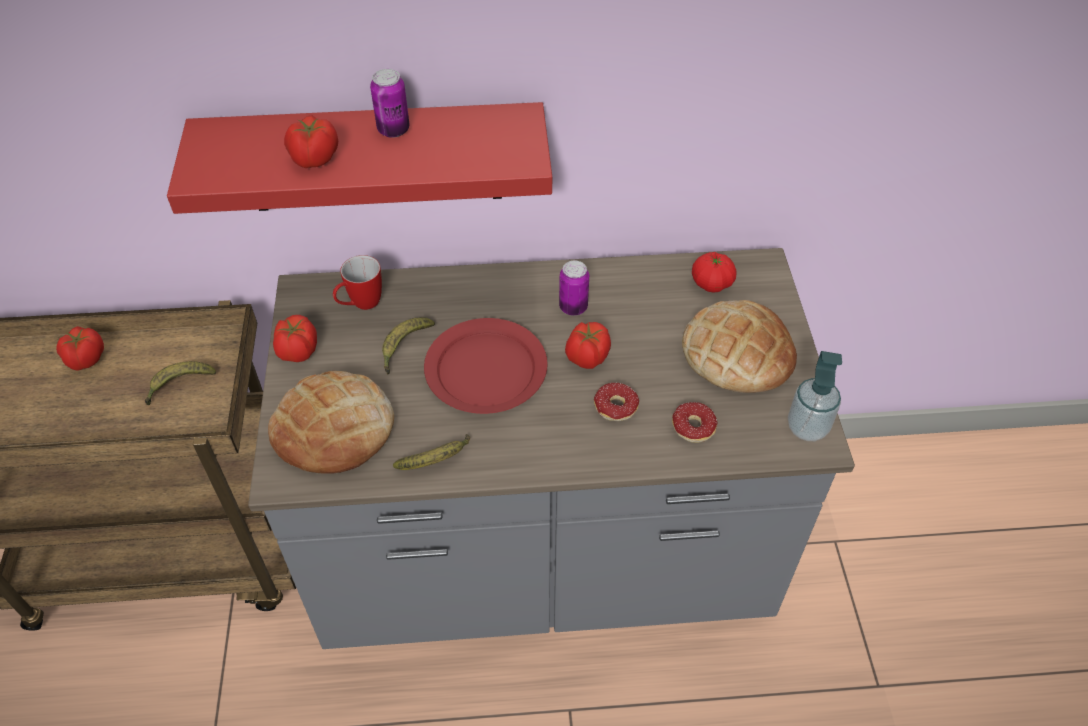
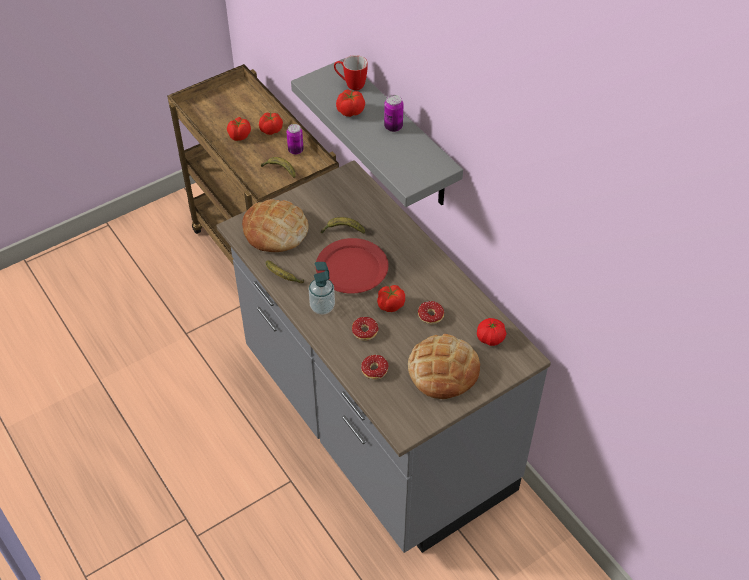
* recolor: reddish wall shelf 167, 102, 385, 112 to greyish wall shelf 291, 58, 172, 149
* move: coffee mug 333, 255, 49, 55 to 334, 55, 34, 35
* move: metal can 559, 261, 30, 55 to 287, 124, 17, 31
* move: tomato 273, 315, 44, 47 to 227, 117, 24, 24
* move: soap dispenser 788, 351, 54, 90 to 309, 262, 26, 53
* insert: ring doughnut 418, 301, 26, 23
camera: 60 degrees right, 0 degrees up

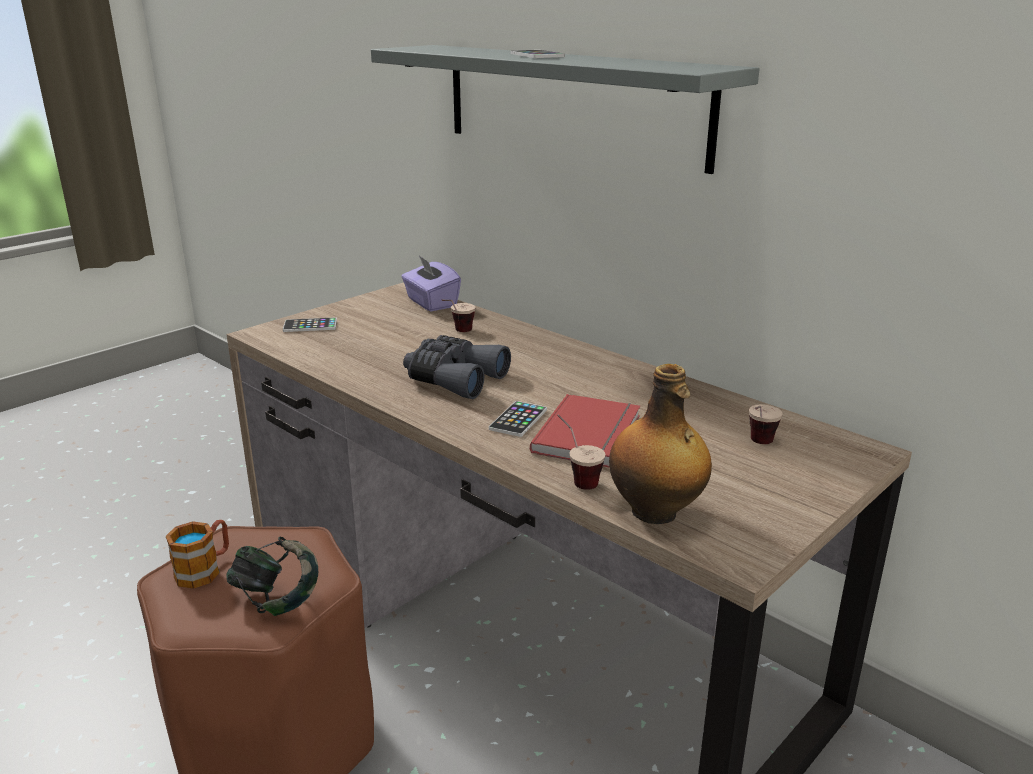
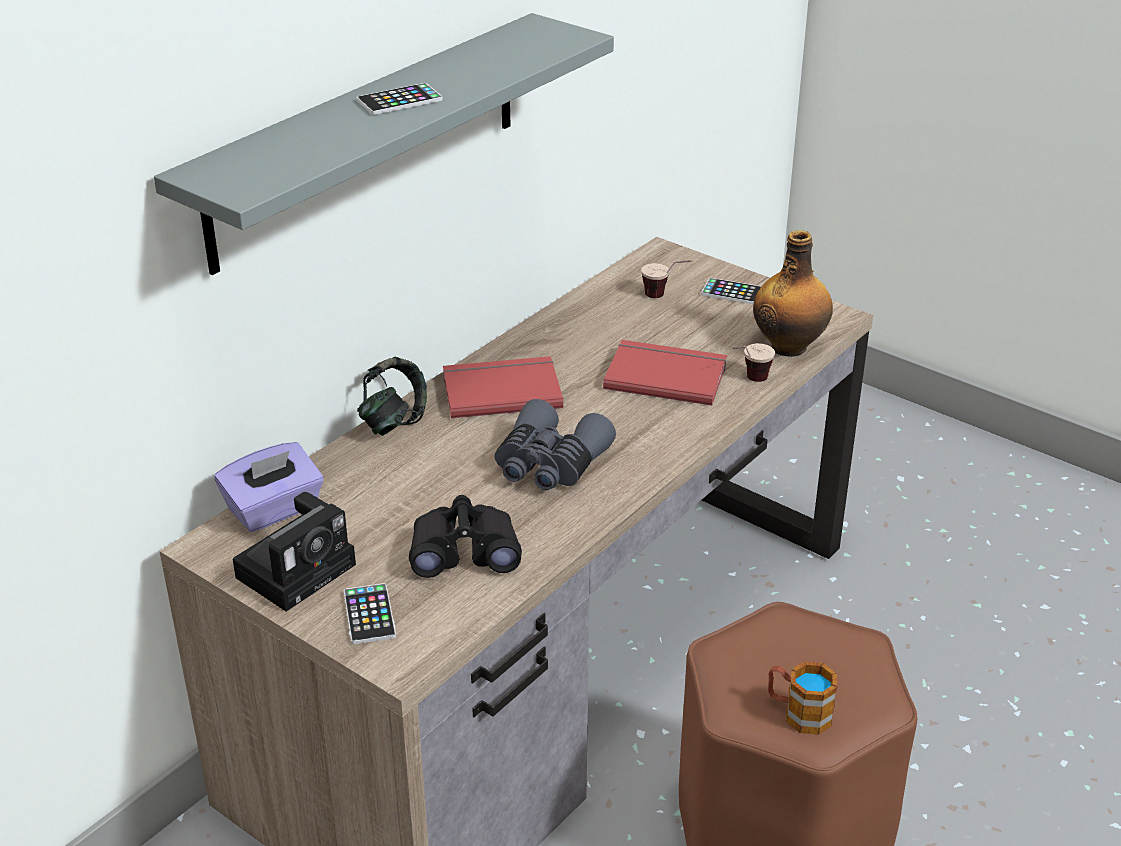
* delete: cup 441, 300, 35, 32
* move: telephone 489, 401, 58, 36 to 701, 278, 60, 26
* move: headphones 226, 537, 92, 79 to 357, 357, 70, 79
* insert: reddish bound book 443, 356, 120, 62
* insert: photo camera 233, 492, 123, 120
* insert: black-coloured pair of binoculars 409, 495, 113, 83
camera: 95 degrees left, 10 degrees up

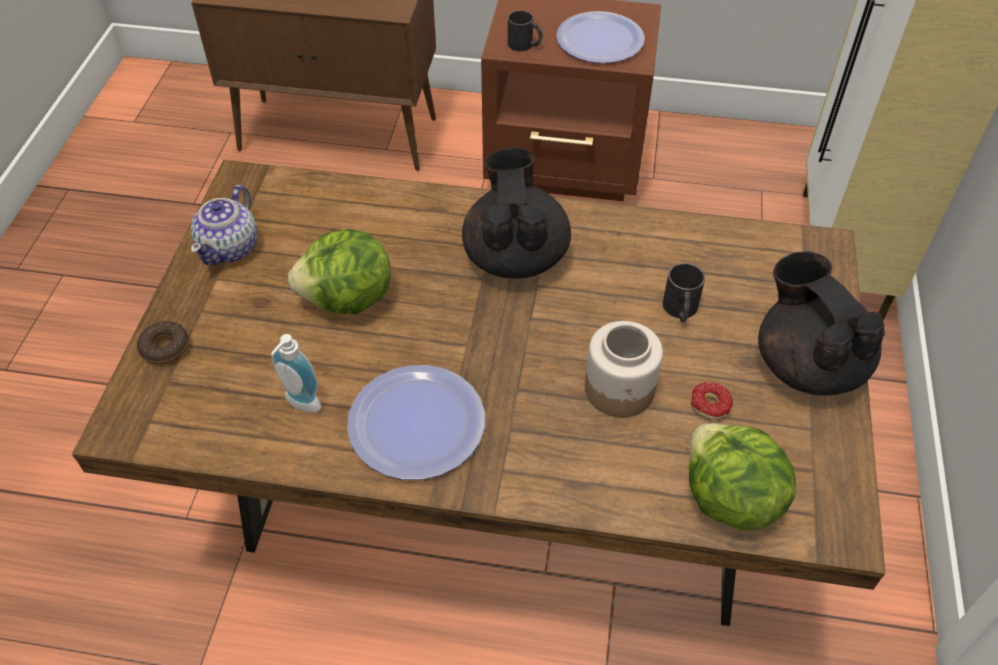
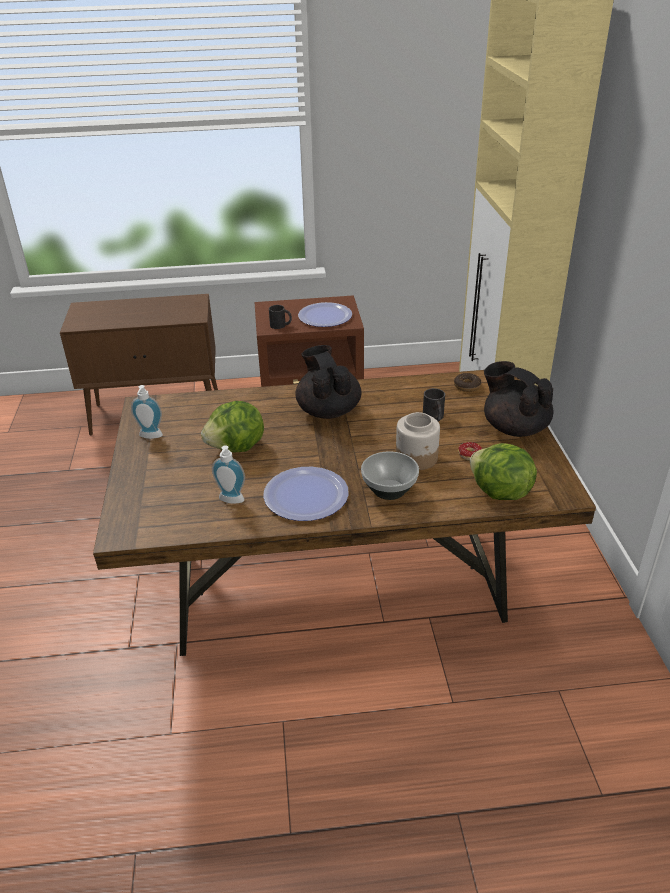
* replace: tea pot 191, 185, 66, 81 to soap dispenser 131, 385, 32, 54
* move: ring doughnut 137, 321, 52, 43 to 454, 373, 27, 19
* insert: deep dish 361, 451, 58, 49
camera: 15 degrees left, 15 degrees down

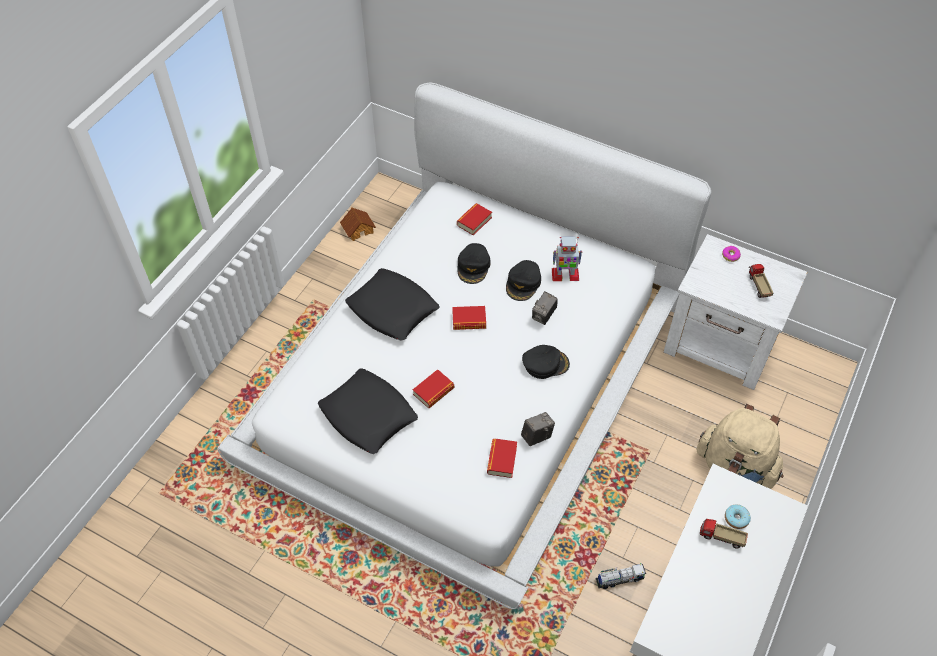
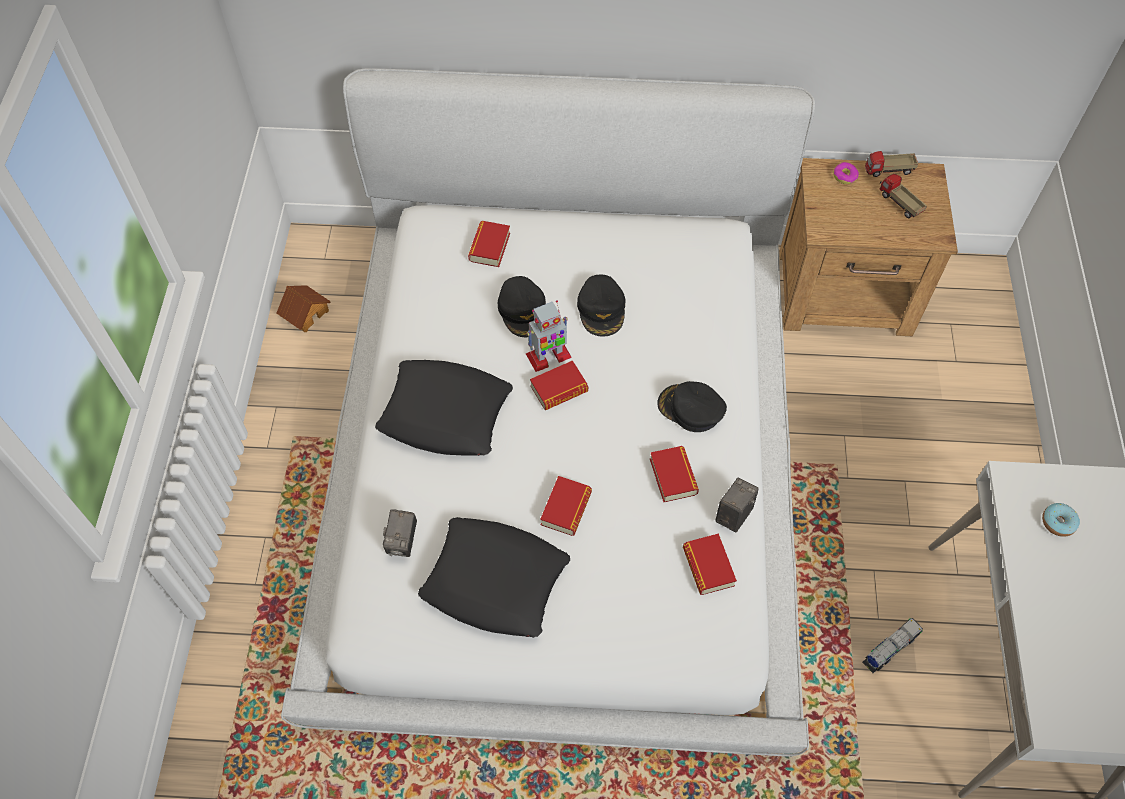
* recolor: white night table 664, 234, 144, 156 to brown-coloured night table 780, 158, 178, 178
* move: model robot 552, 237, 30, 44 to 526, 300, 46, 72
* move: photo camera 532, 291, 26, 34 to 383, 509, 34, 48
* rotate: black-coloured peaked cap 522, 345, 48, 34 = 657, 381, 70, 51 120 degrees counterclockwise
* delete: beige rucksack 697, 404, 87, 85
* move: model truck 700, 519, 48, 30 to 865, 151, 53, 26
* insert: bound book 650, 446, 49, 56
camera: 25 degrees left, 5 degrees up

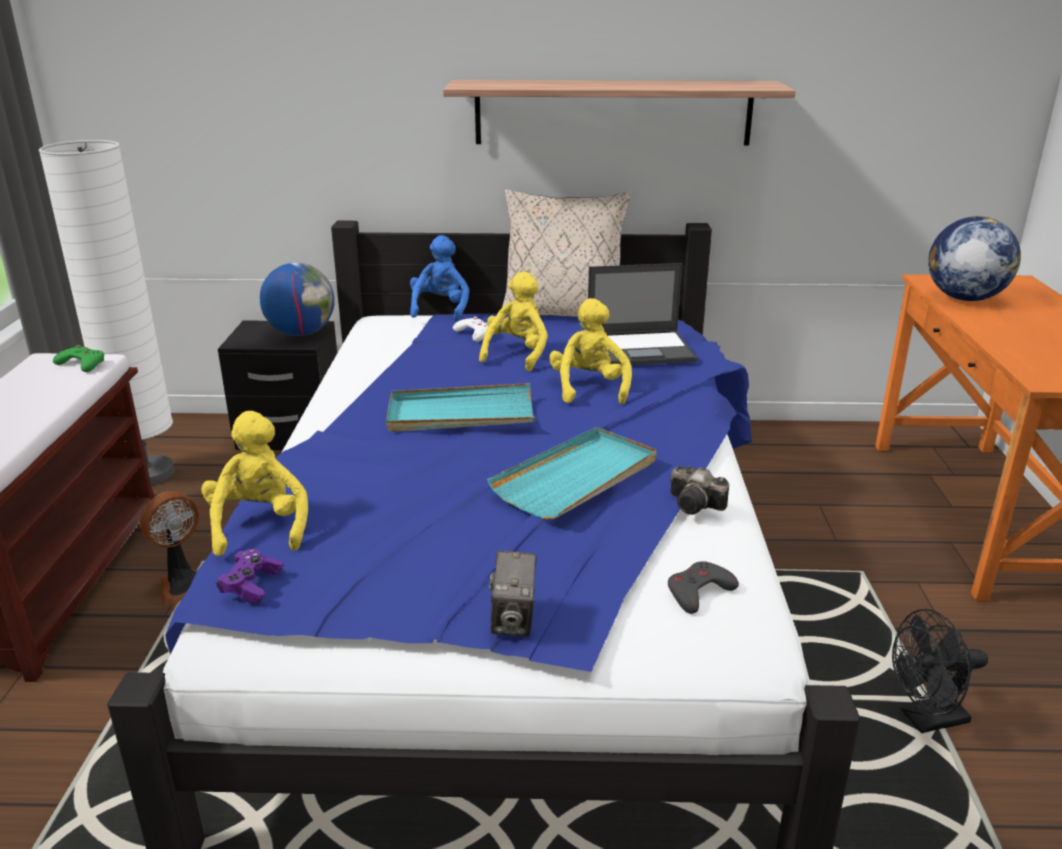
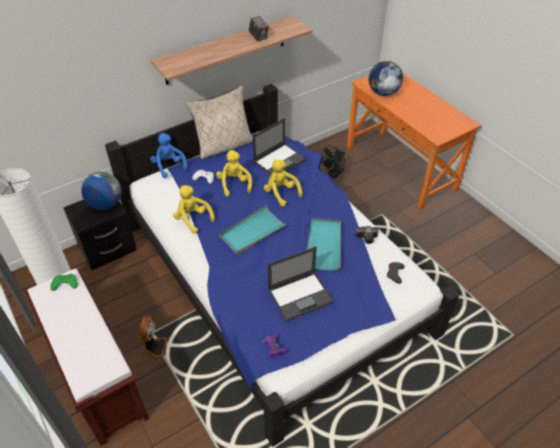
* move: yellow soft toy 201, 411, 107, 145 to 173, 185, 42, 49
* move: photo camera 489, 551, 48, 85 to 249, 16, 20, 25
* move: black-coloured cooling fan 892, 609, 96, 124 to 321, 145, 24, 34
* insert: laptop 268, 247, 66, 74
camera: 35 degrees left, 20 degrees up

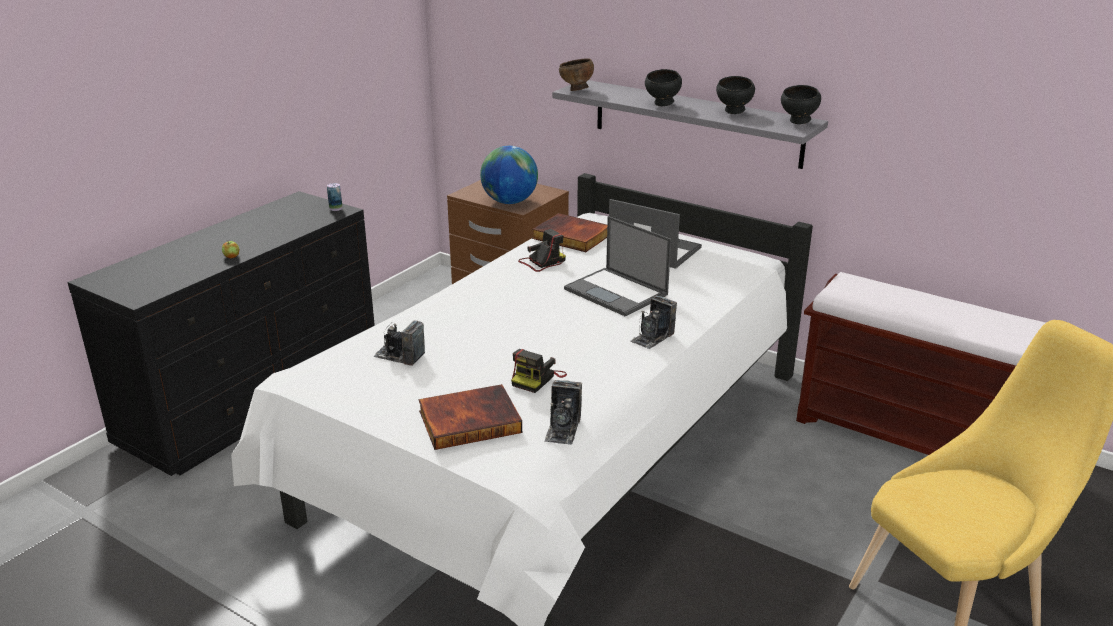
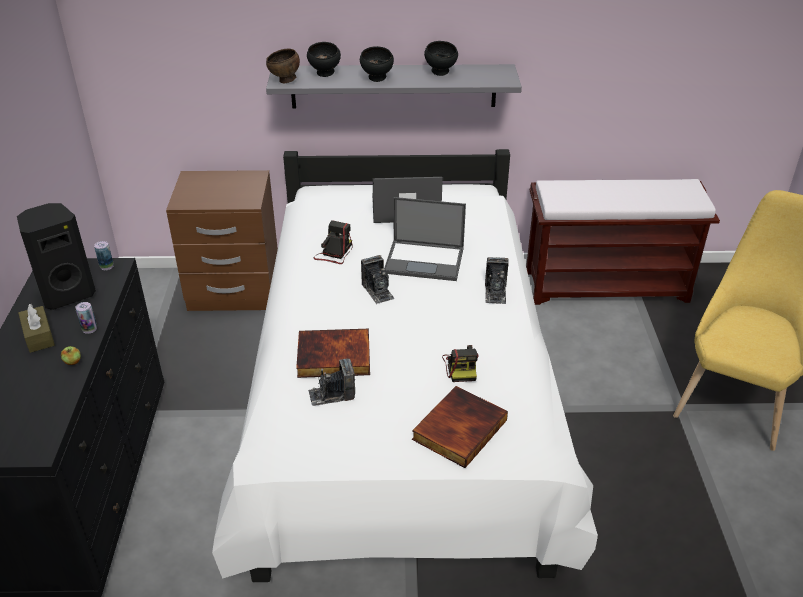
* move: black-coloured deep dish 781, 85, 40, 39 to 307, 42, 34, 35
* delete: world globe 480, 146, 58, 58
* move: bound book 532, 213, 75, 39 to 296, 329, 74, 49
* move: photo camera 544, 380, 38, 65 to 361, 255, 34, 49
* insert: black-coloured loudspeaker 17, 203, 79, 107
* insert: metal can 75, 302, 22, 32
* insert: brown-coloured tissue holder 18, 304, 37, 49
camera: 35 degrees left, 10 degrees up

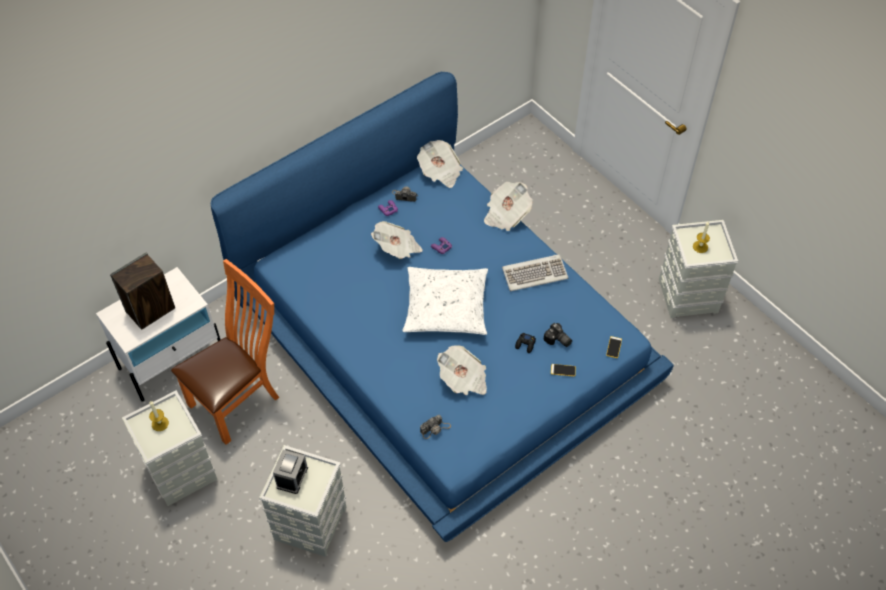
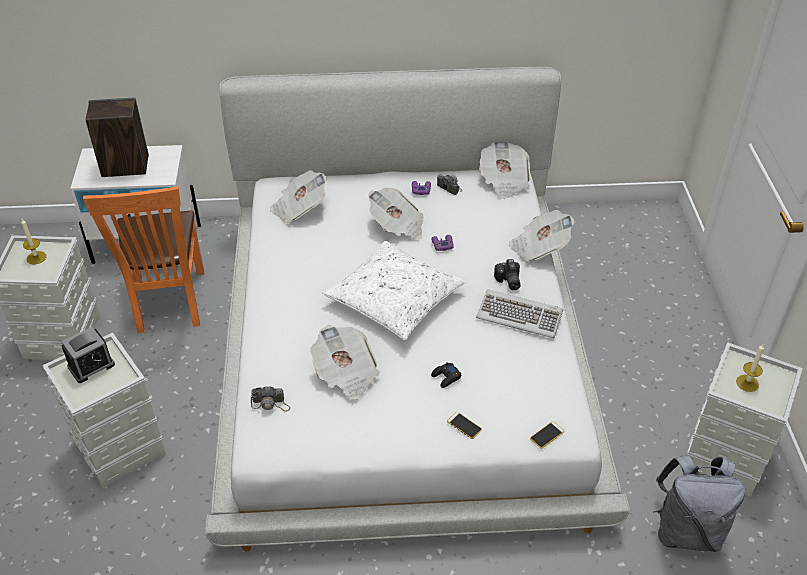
* recolor: blue sleeping bed 211, 72, 463, 470 to white sleeping bed 205, 67, 425, 485
* rotate: orange plain chair 171, 259, 108, 186 = 83, 186, 121, 147 90 degrees clockwise
* move: photo camera 543, 322, 29, 25 to 494, 259, 27, 31
* insert: printed paper 270, 170, 57, 53
* insert: greyish rucksack 653, 455, 92, 97
camera: 35 degrees right, 10 degrees down

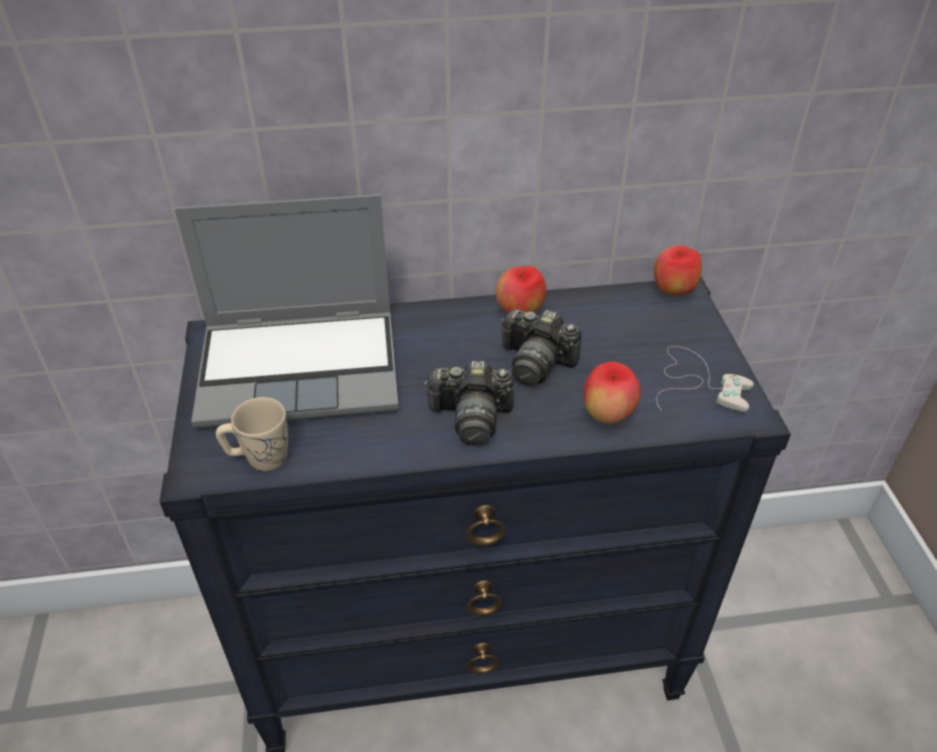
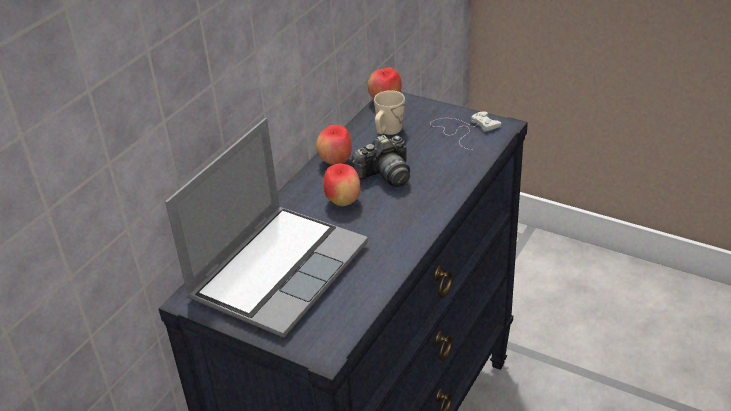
* delete: photo camera 424, 361, 90, 84
* move: apple fruit 584, 361, 57, 63 to 324, 164, 37, 42
* move: beige coffee mug 216, 397, 72, 74 to 374, 90, 31, 45
camera: 50 degrees left, 5 degrees down

